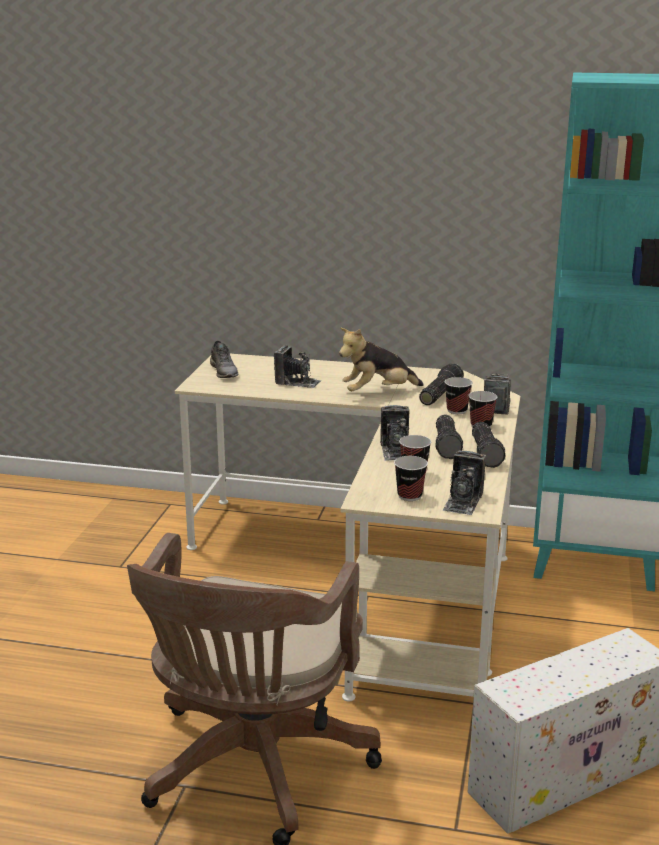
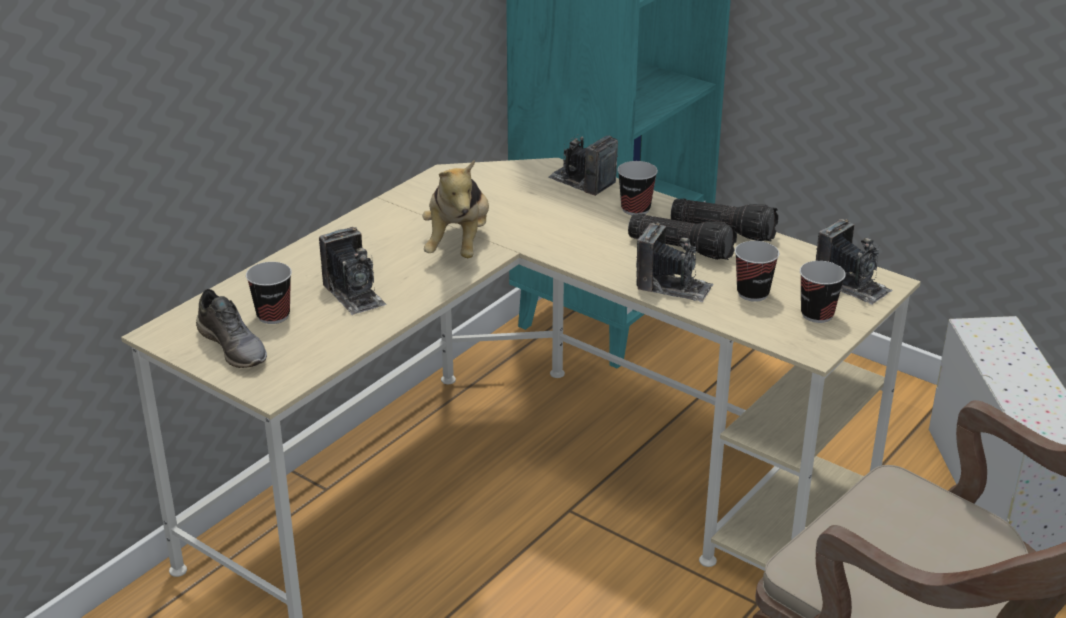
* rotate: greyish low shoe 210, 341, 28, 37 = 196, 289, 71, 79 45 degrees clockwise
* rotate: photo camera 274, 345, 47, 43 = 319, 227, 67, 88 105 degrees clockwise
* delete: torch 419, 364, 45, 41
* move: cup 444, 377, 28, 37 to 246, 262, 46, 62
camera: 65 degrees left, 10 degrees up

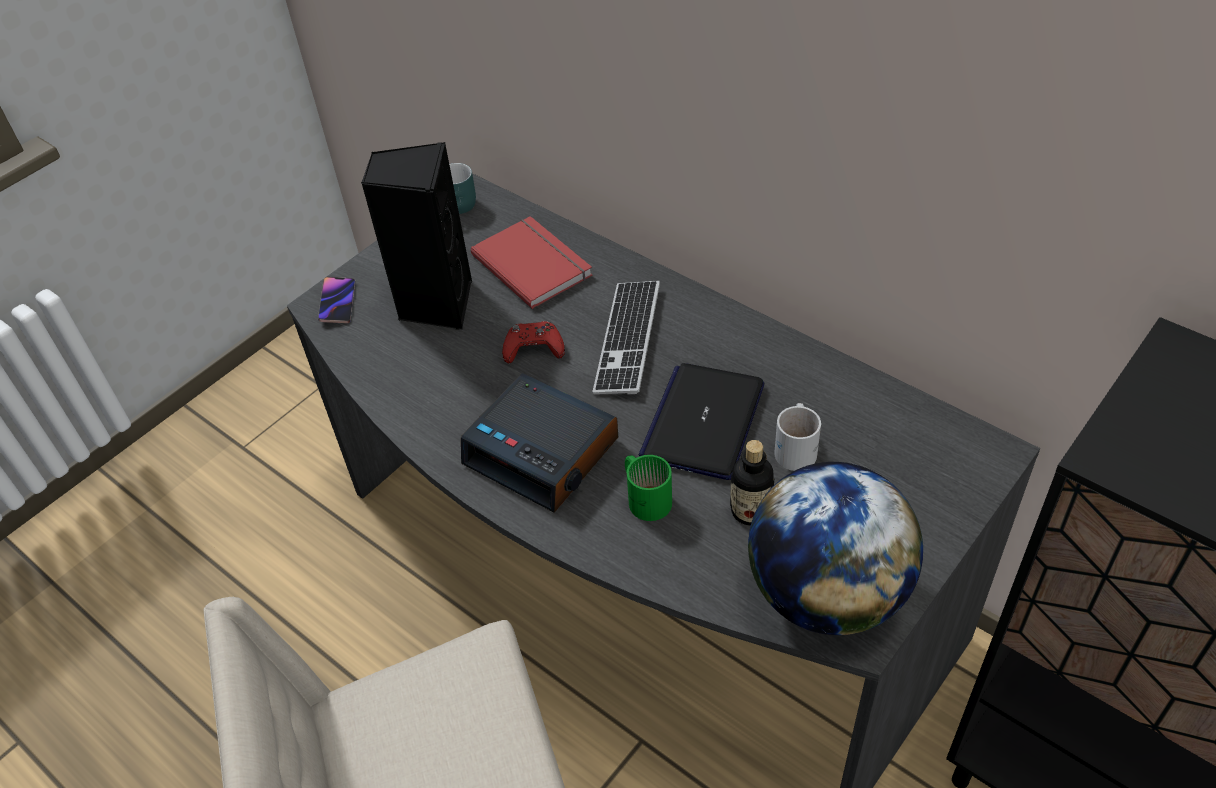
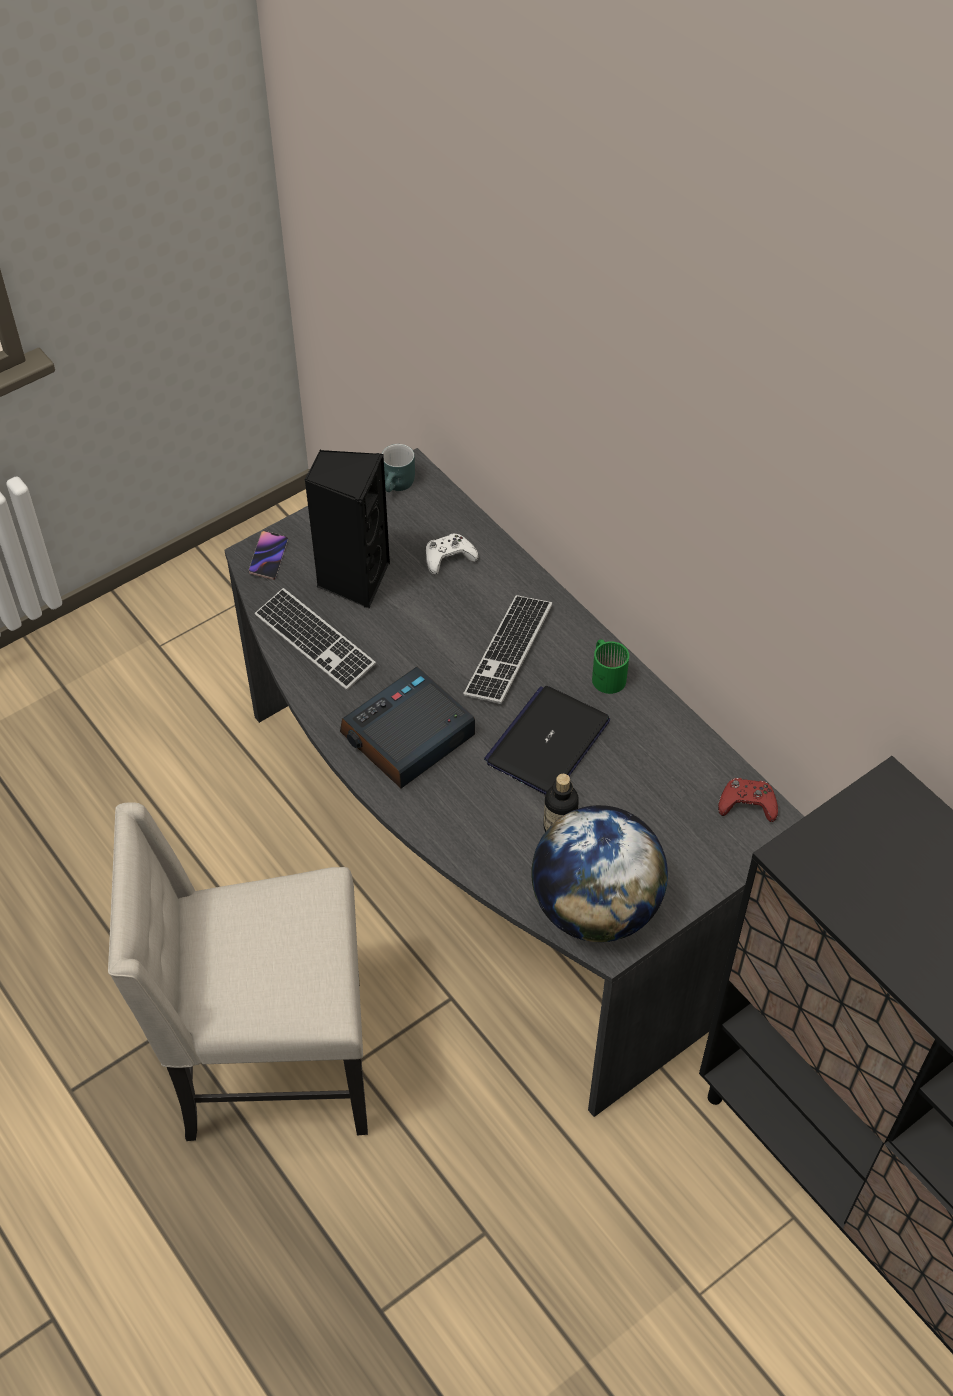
* replace: reddish bound book 471, 216, 121, 93 to white joypad 426, 533, 53, 42
* move: reddish joypad 502, 321, 63, 42 to 718, 778, 60, 44
* rotate: table clock 461, 373, 157, 140 = 340, 667, 135, 121 90 degrees clockwise
* delete: white coffee mug 774, 403, 47, 68
* move: greenish coffee mug 625, 455, 47, 66 to 592, 639, 37, 55
* insert: PC keyboard 255, 588, 121, 102
camera: 10 degrees right, 5 degrees up

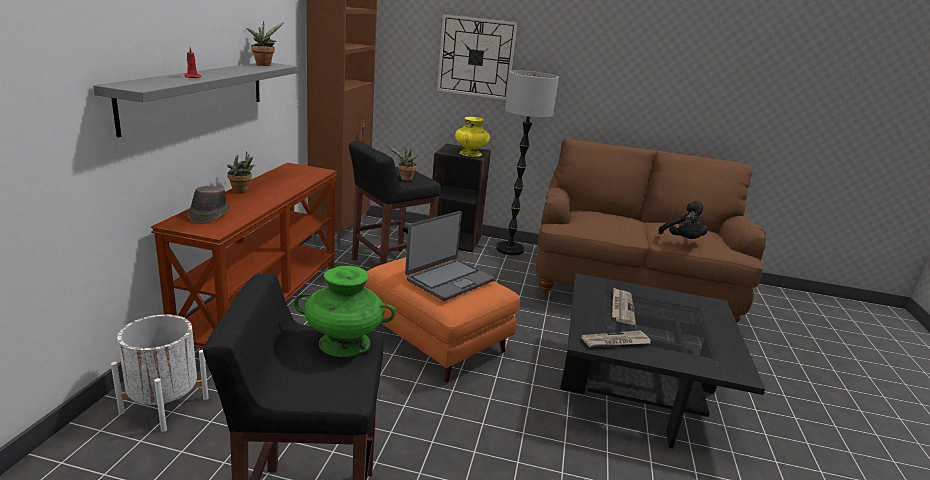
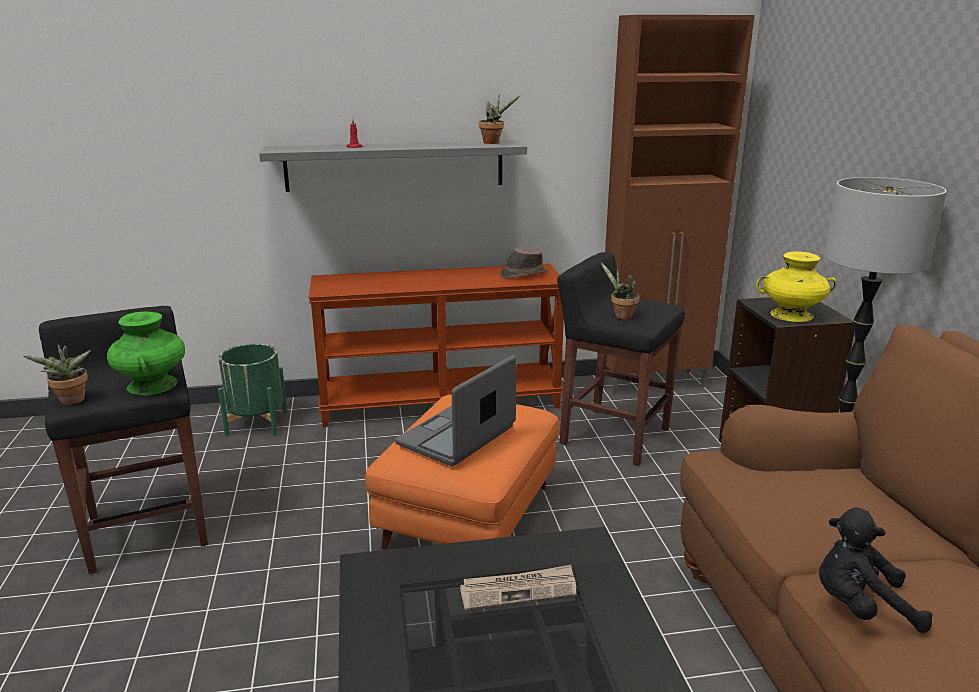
* delete: clock on the wall 437, 14, 81, 86
* move: houseplant 227, 151, 27, 42 to 23, 344, 68, 61
* move: brown-coloured hat 188, 186, 41, 38 to 500, 247, 47, 32
* rotate: black-coloured soft toy 659, 201, 49, 38 = 819, 507, 113, 126 45 degrees clockwise
* rotate: laptop 405, 211, 89, 90 = 395, 355, 122, 111 105 degrees clockwise
* recolor: white planter 111, 314, 98, 118 to greenish planter 218, 344, 70, 92
* delete: printed paper 581, 330, 70, 17
camera: 70 degrees right, 0 degrees up

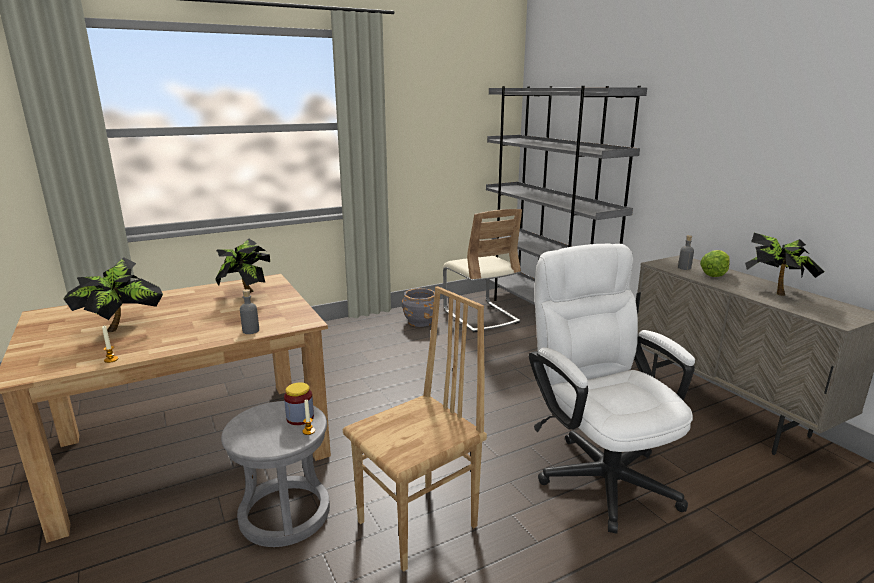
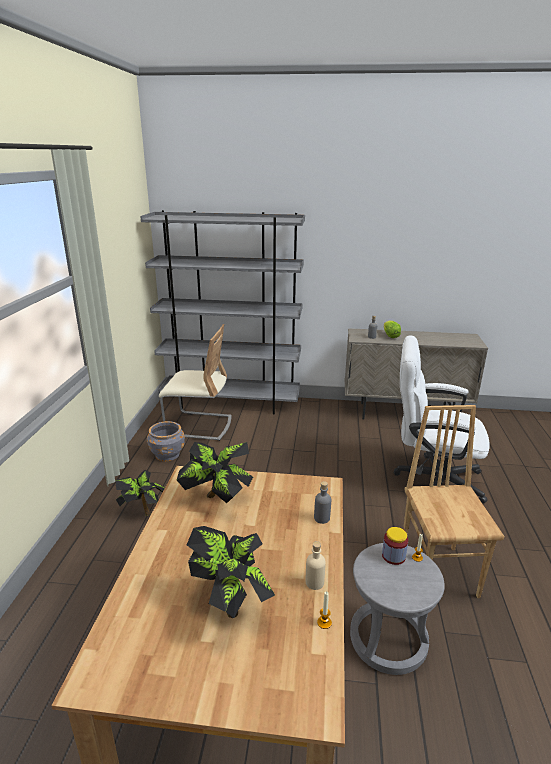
* move: houseplant 745, 233, 79, 63 to 115, 470, 50, 46
* insert: beige drink bottle 306, 541, 20, 49
camera: 55 degrees left, 5 degrees up

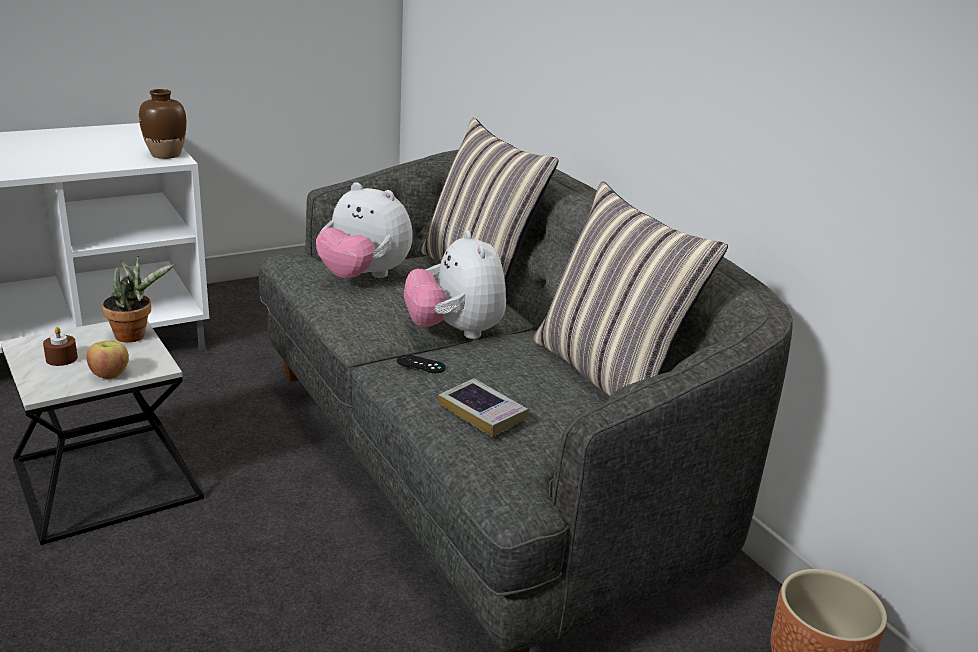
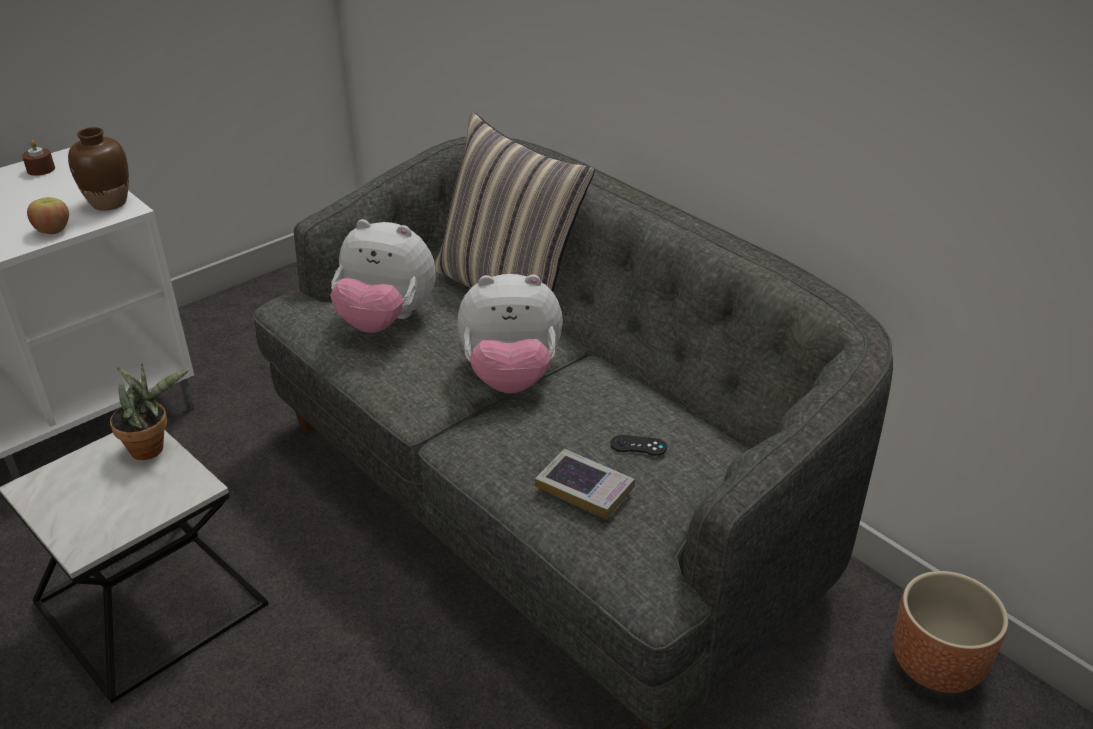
* delete: throw pillow 533, 181, 195, 215
* rotate: soft toy 404, 230, 102, 109 = 457, 274, 106, 119 60 degrees counterclockwise
* move: brown-coloured candle 43, 327, 35, 39 to 22, 140, 33, 36
* move: apple fruit 86, 341, 43, 38 to 27, 197, 42, 37
* move: black-coloured joypad 397, 355, 49, 18 to 610, 435, 57, 21
camera: 10 degrees left, 10 degrees up

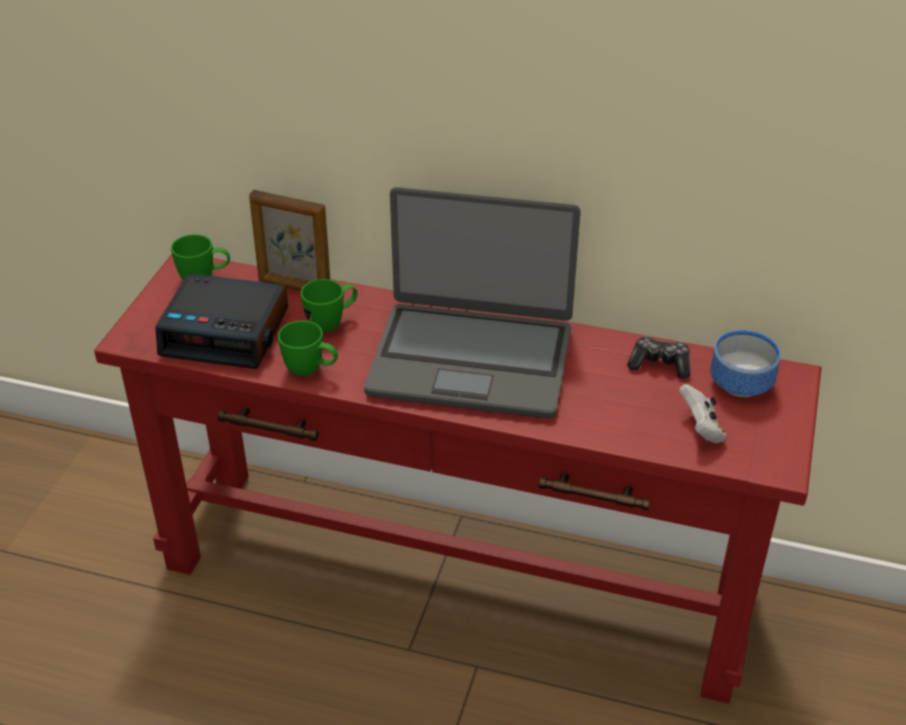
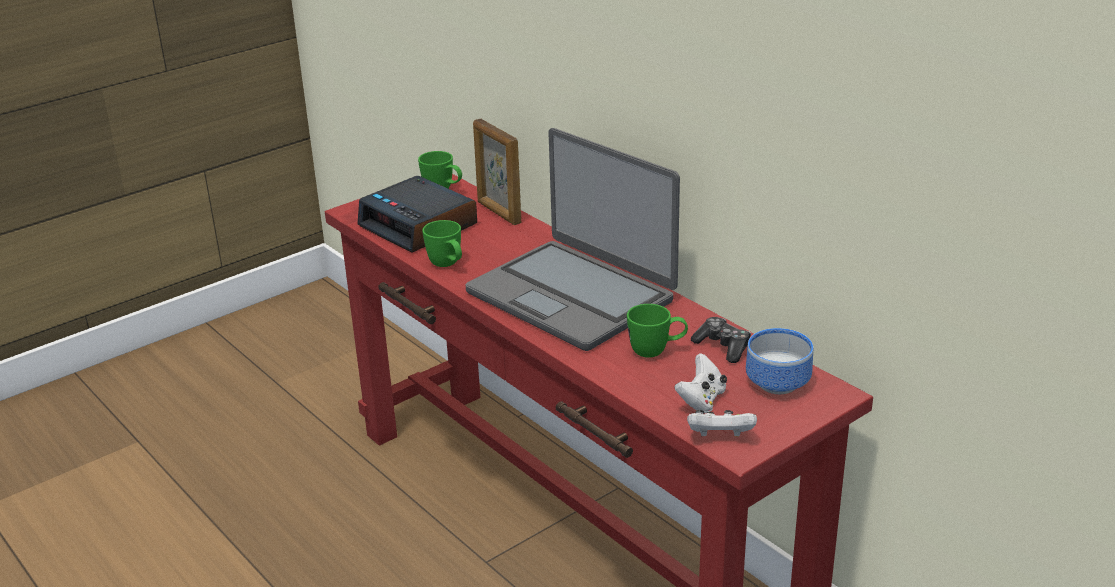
* move: greenish coffee mug 301, 279, 57, 53 to 627, 304, 61, 54
* insert: white joypad 687, 410, 70, 26
camera: 35 degrees right, 10 degrees down

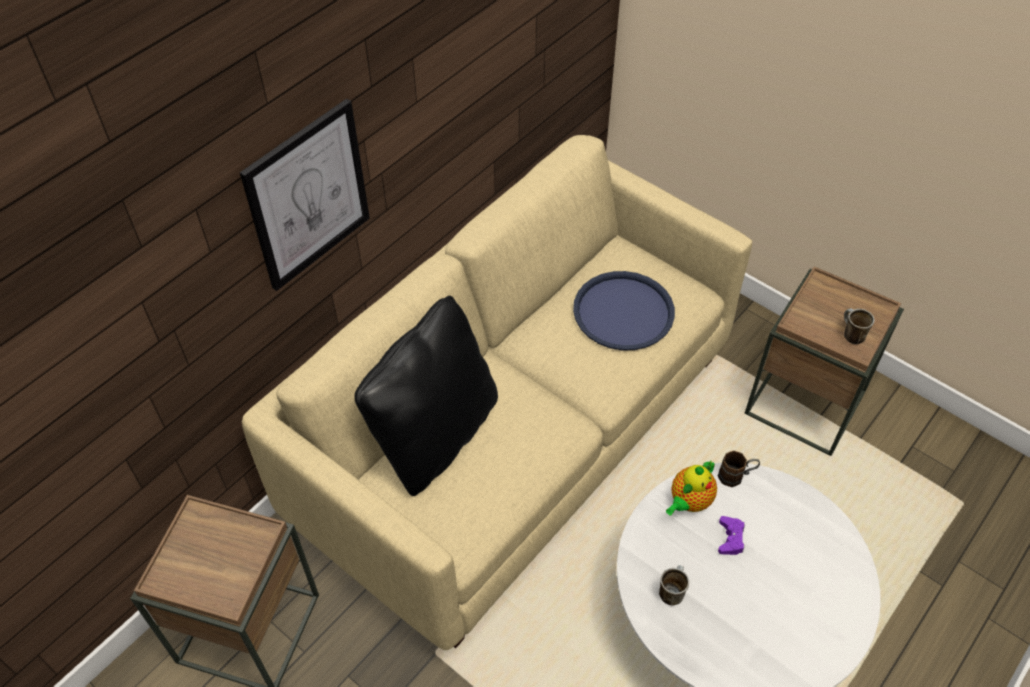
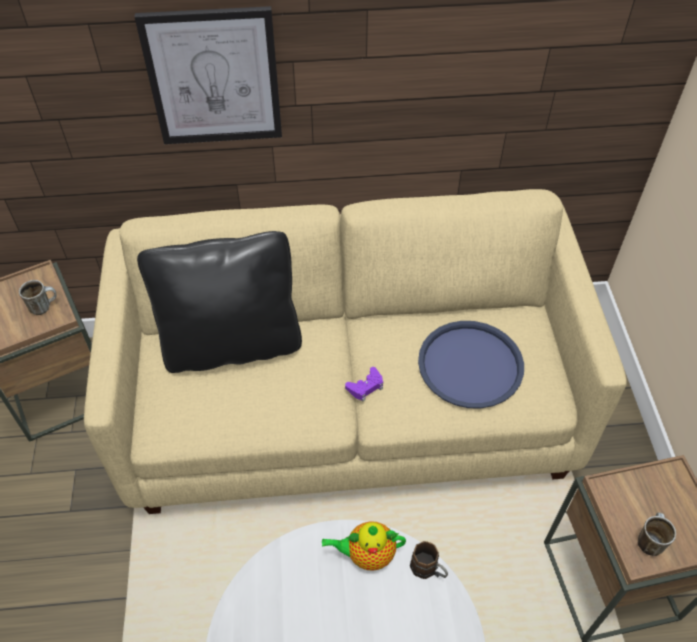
* move: purple-coloured joypad 718, 516, 27, 39 to 345, 367, 38, 34
* move: coffee mug 659, 565, 30, 41 to 19, 280, 38, 35
camera: 45 degrees right, 0 degrees up

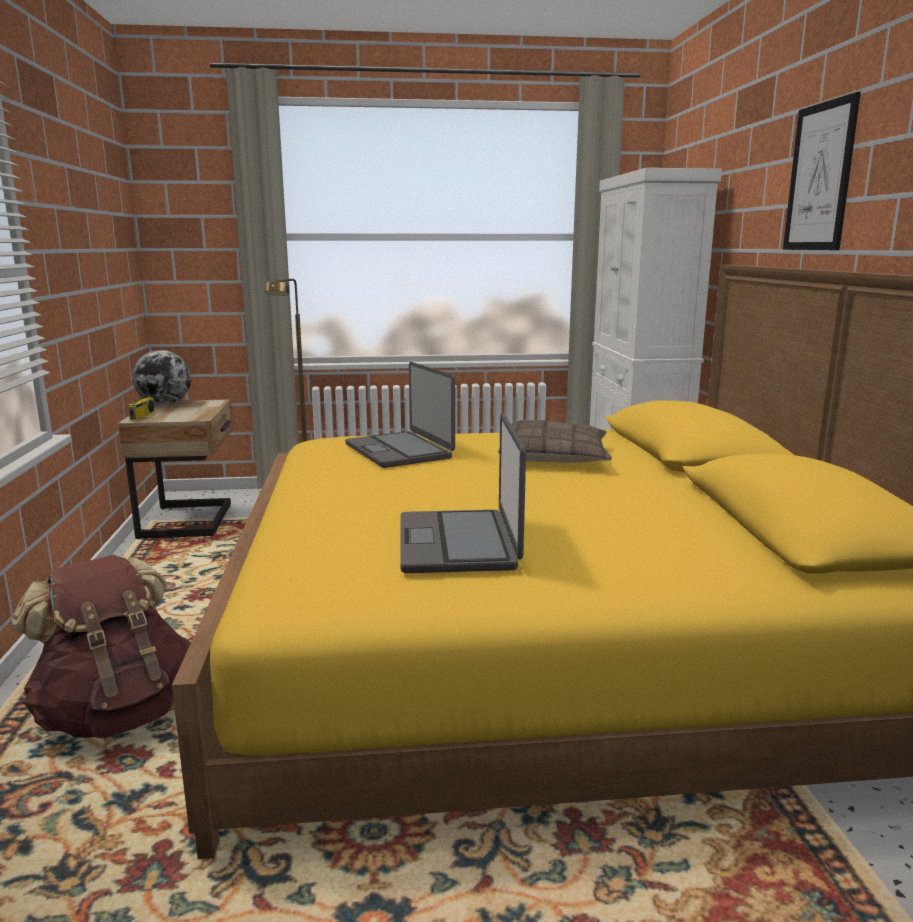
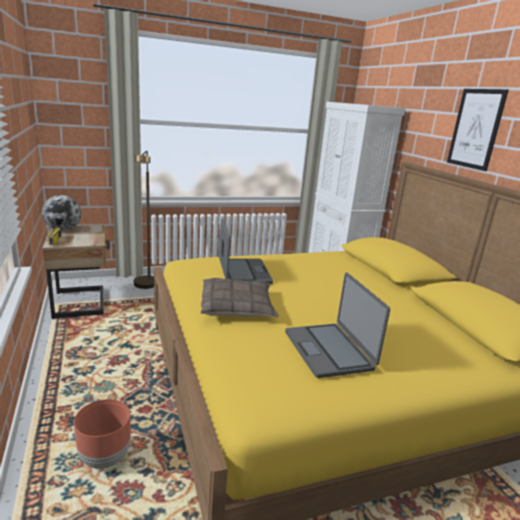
* rotate: laptop 345, 362, 110, 106 = 219, 218, 54, 66 150 degrees counterclockwise
* move: throw pillow 498, 420, 114, 43 to 200, 278, 79, 39
* replace: brown-coloured rucksack 12, 555, 179, 183 to brown-coloured planter 74, 399, 57, 70
camera: 15 degrees left, 5 degrees up

